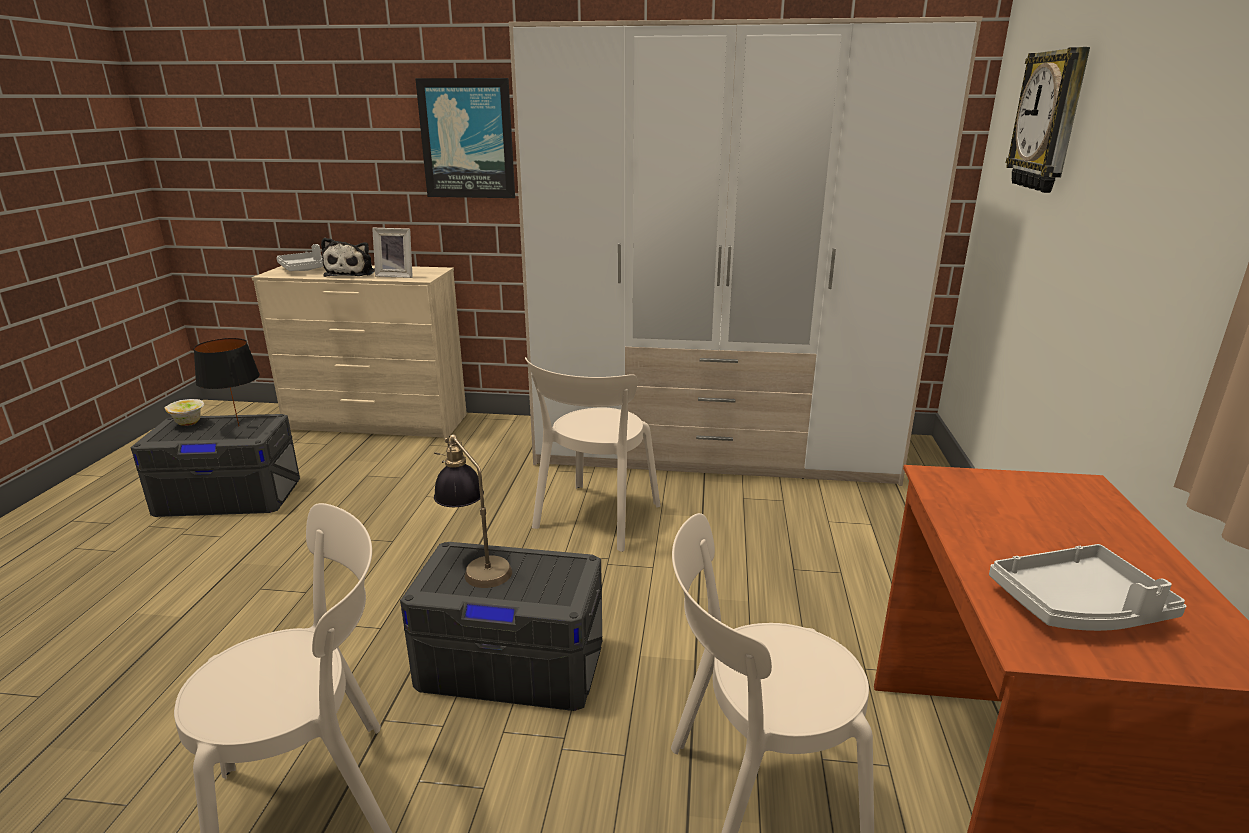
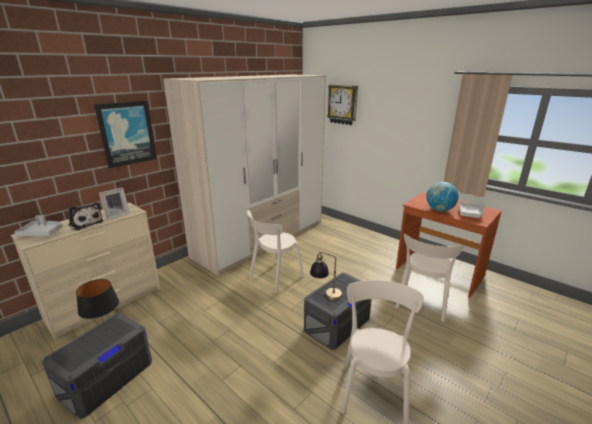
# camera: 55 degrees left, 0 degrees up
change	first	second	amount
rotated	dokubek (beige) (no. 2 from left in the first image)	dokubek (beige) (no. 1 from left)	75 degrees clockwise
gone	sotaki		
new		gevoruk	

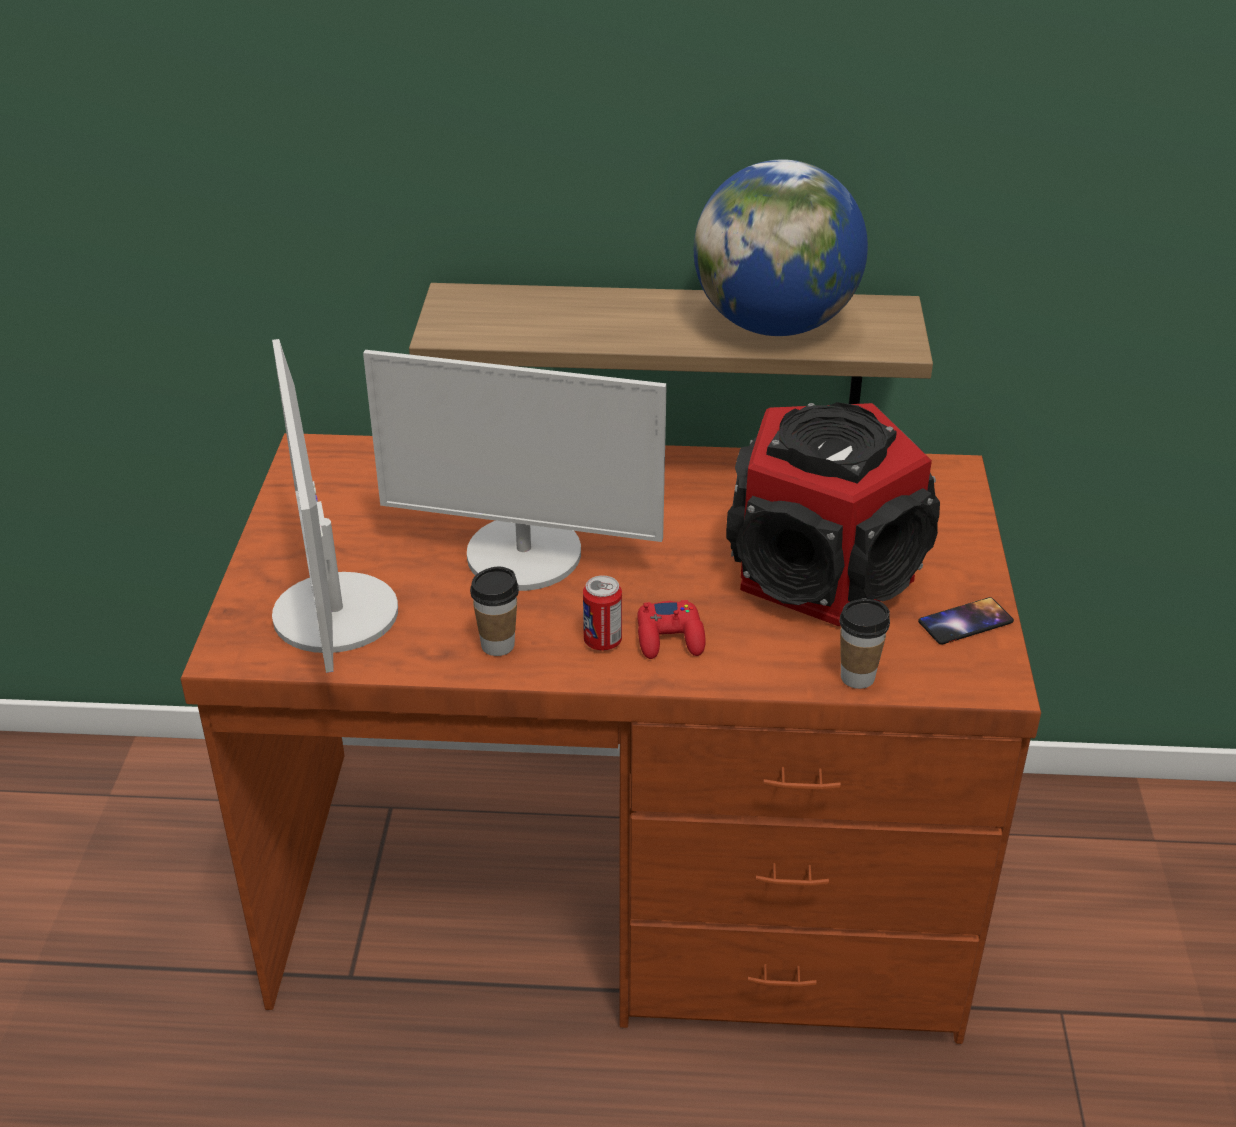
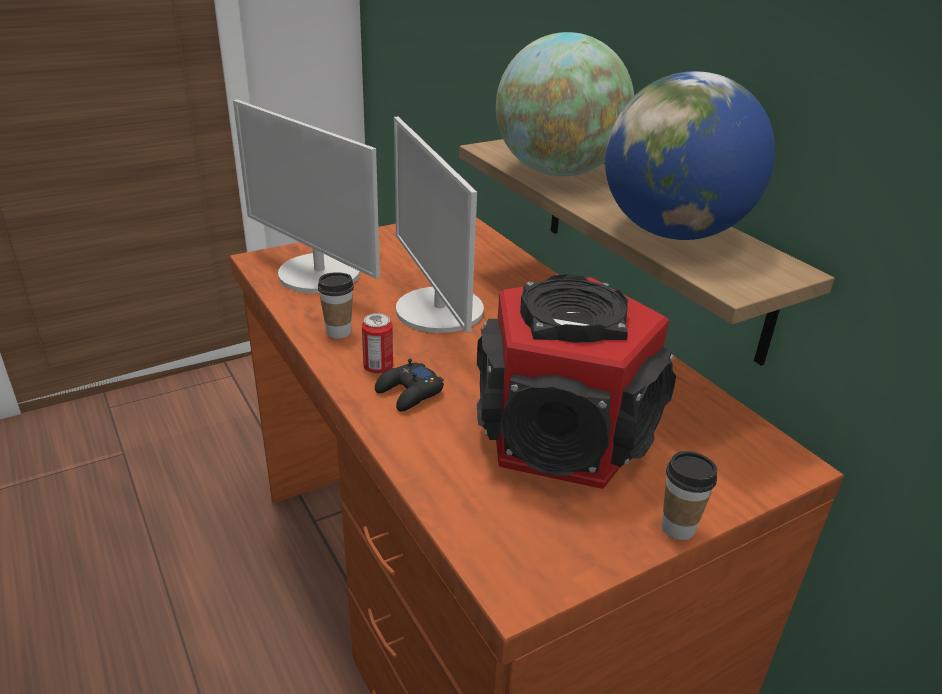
# camera: 55 degrees right, 5 degrees down
change	first	second	amount
rotated	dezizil (no. 1 from left)		90 degrees counterclockwise
gone	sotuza		
shifted	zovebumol (no. 2 from left)		
repainted	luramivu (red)	luramivu (black)	
new		gevoruk (no. 1 from left)	

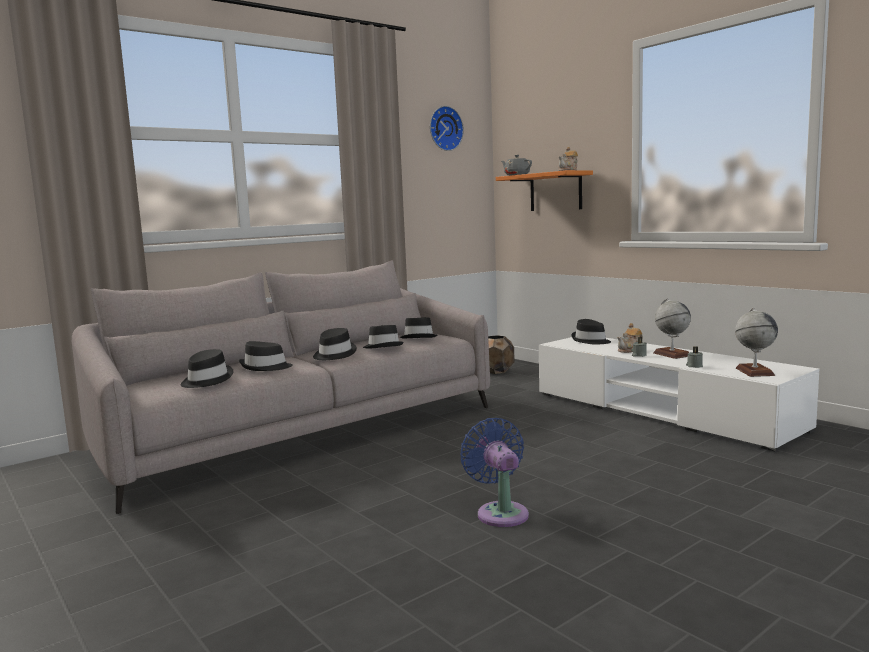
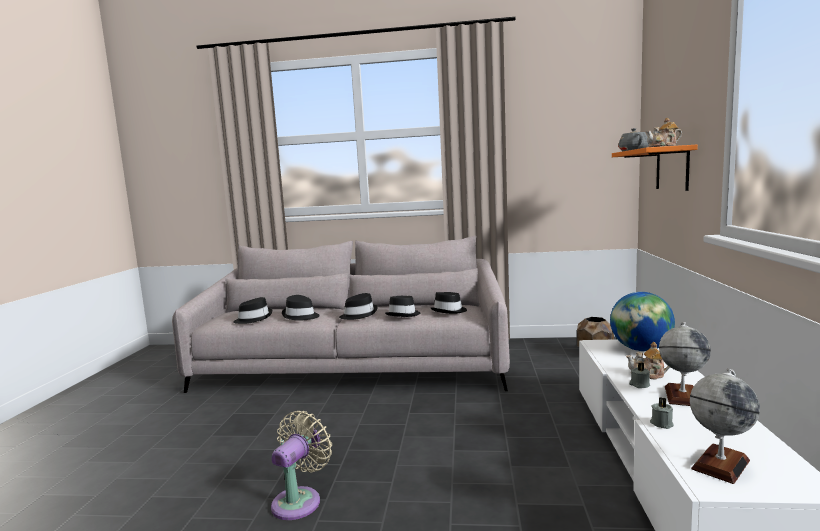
# camera: 45 degrees right, 0 degrees up
change	first	second	amount
gone	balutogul		
swapped	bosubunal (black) (no. 6 from left)	gevoruk (no. 1 from left)	
repainted	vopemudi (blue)	vopemudi (beige)	

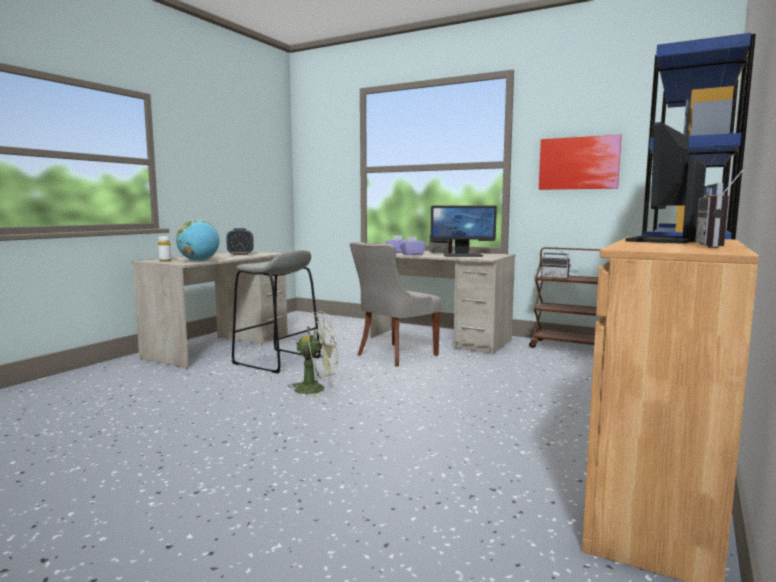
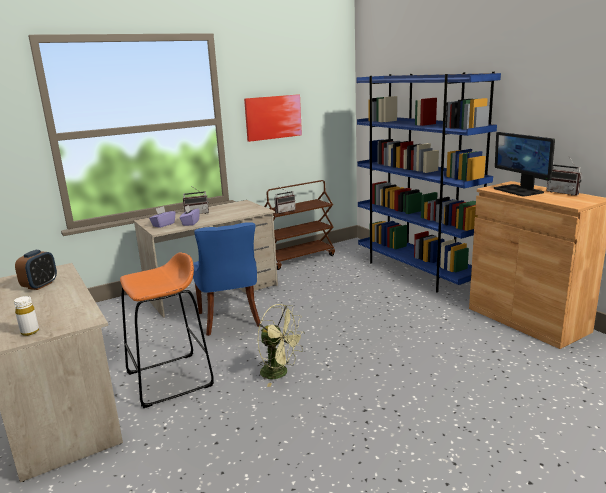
# camera: 60 degrees left, 10 degrees up
change	first	second	amount
gone	dezizil (no. 1 from left)		
gone	gevoruk		
repainted	dokubek (grey)	dokubek (blue)	
repainted	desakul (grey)	desakul (orange)	
rotated	vopemudi (green)		90 degrees clockwise

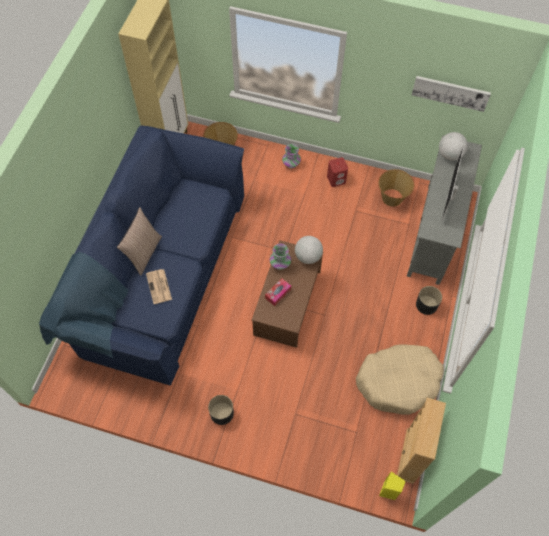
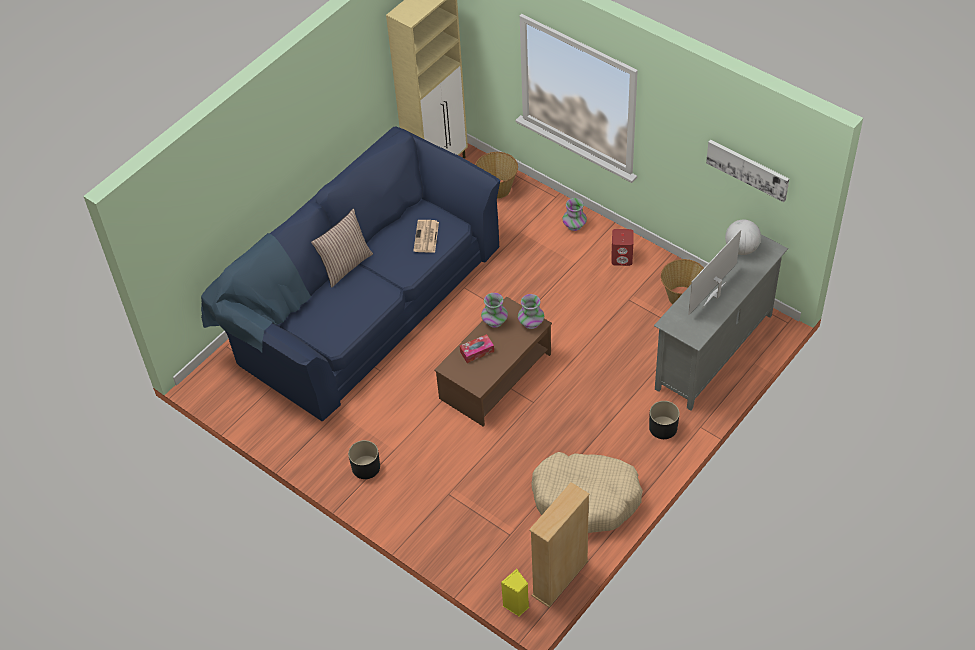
# camera: 25 degrees right, 10 degrees down
change	first	second	amount
swapped	gevoruk (no. 1 from left)	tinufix (no. 2 from left)	
shifted	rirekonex		

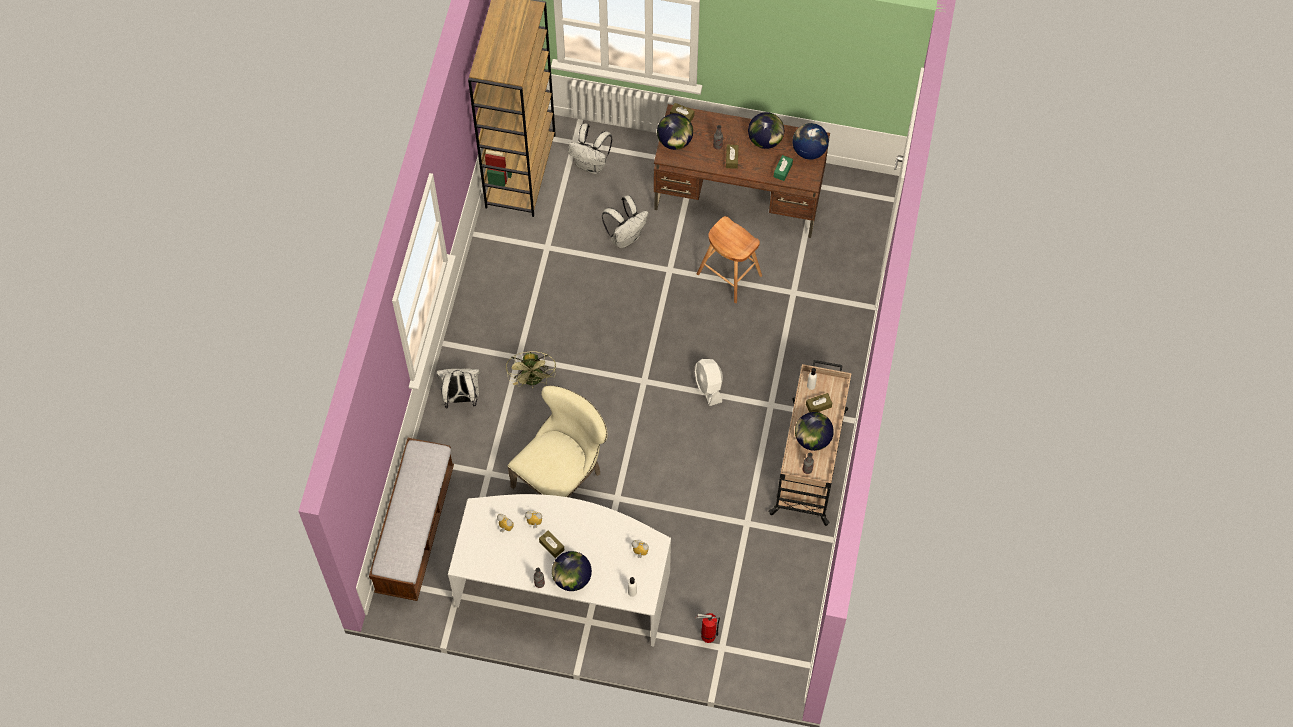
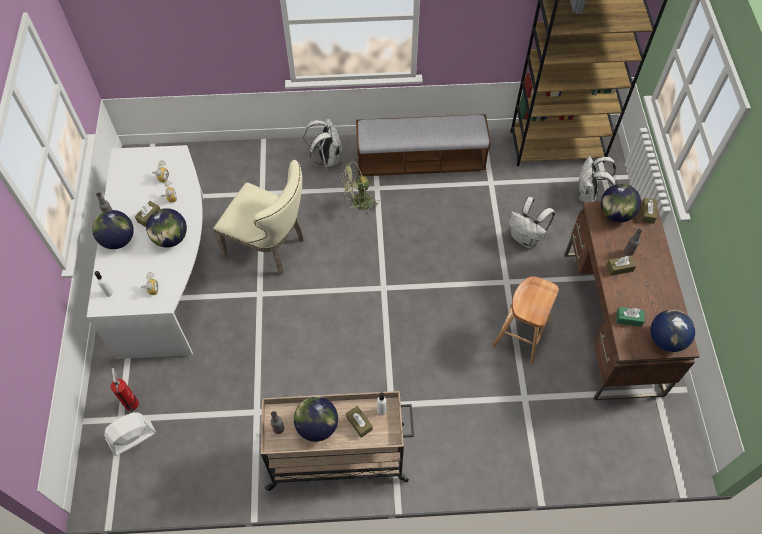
# camera: 75 degrees right, 5 degrees down
change	first	second	amount
shifted	gevoruk (no. 3 from left in the first image)	gevoruk (no. 2 from left)	
shifted	vopemudi (white)		
shifted	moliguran		

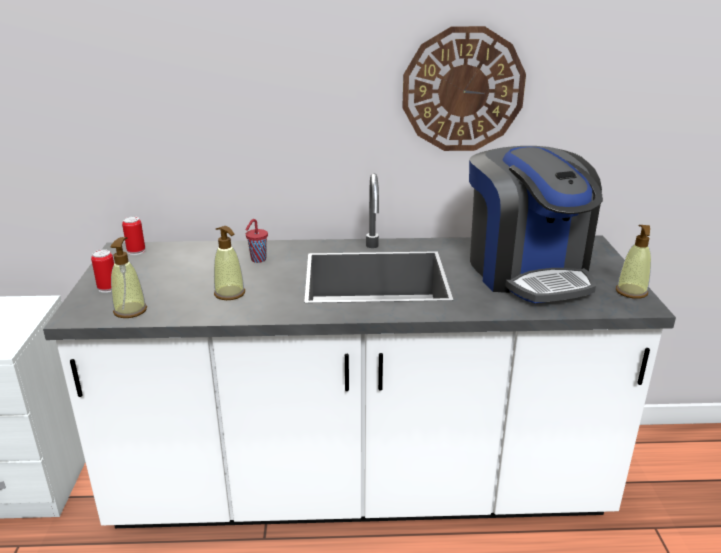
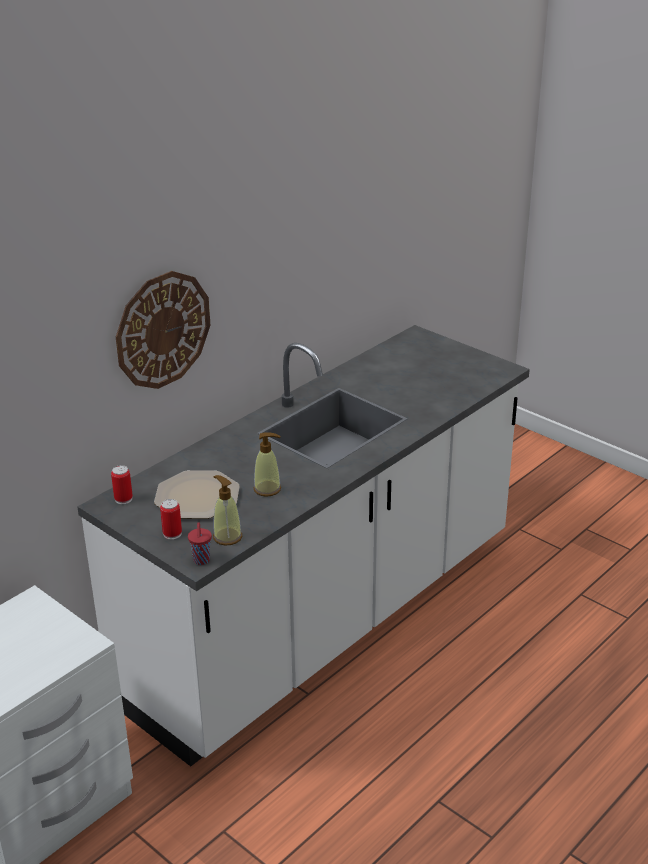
# camera: 45 degrees left, 5 degrees up
change	first	second	amount
shifted	balutogul		
gone	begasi		
shifted	zovebumol (red)		
gone	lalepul (no. 3 from left)		
new		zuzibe	

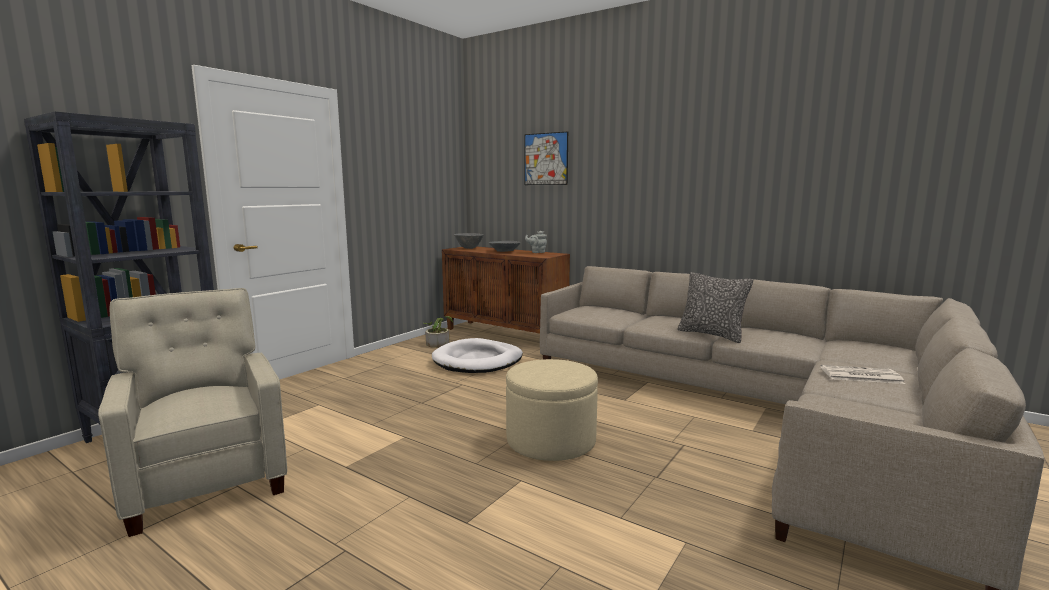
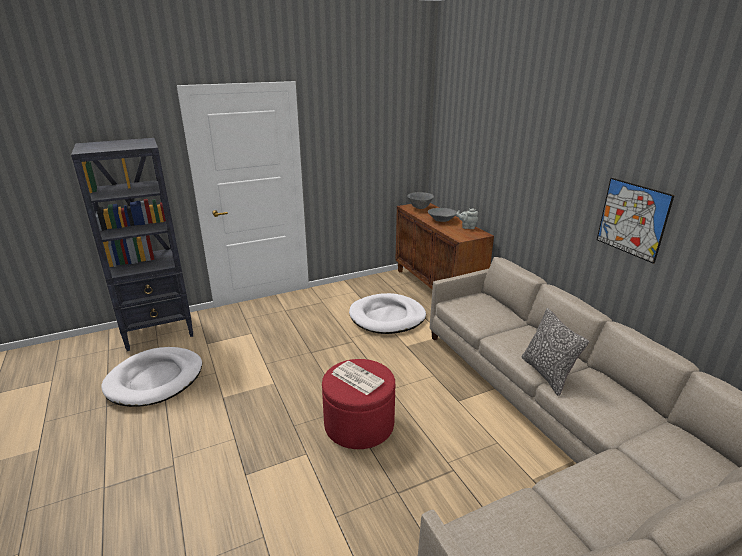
# camera: 30 degrees right, 15 degrees up
change	first	second	amount
shifted	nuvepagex		
swapped	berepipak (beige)	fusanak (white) (no. 1 from left)	
gone	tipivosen		
repainted	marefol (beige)	marefol (red)	
shifted	rirekonex		

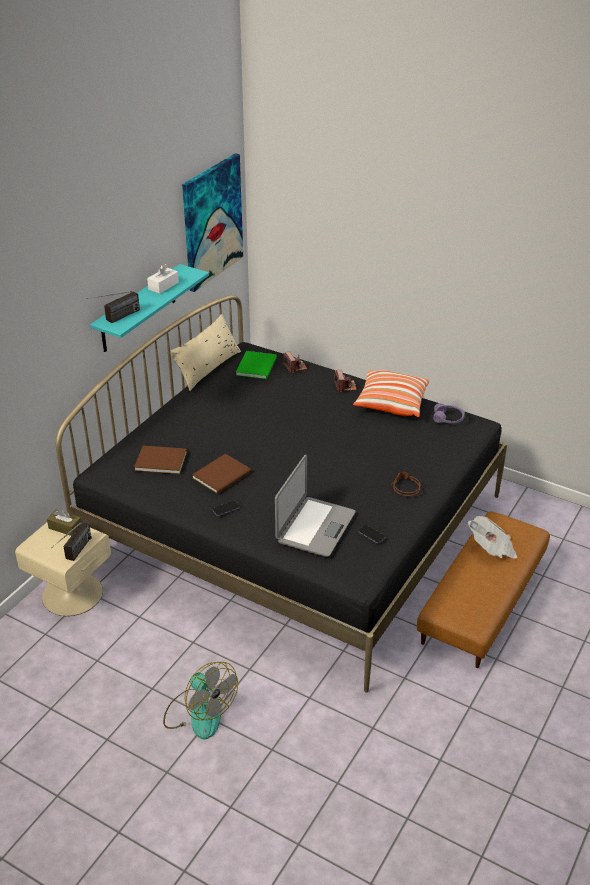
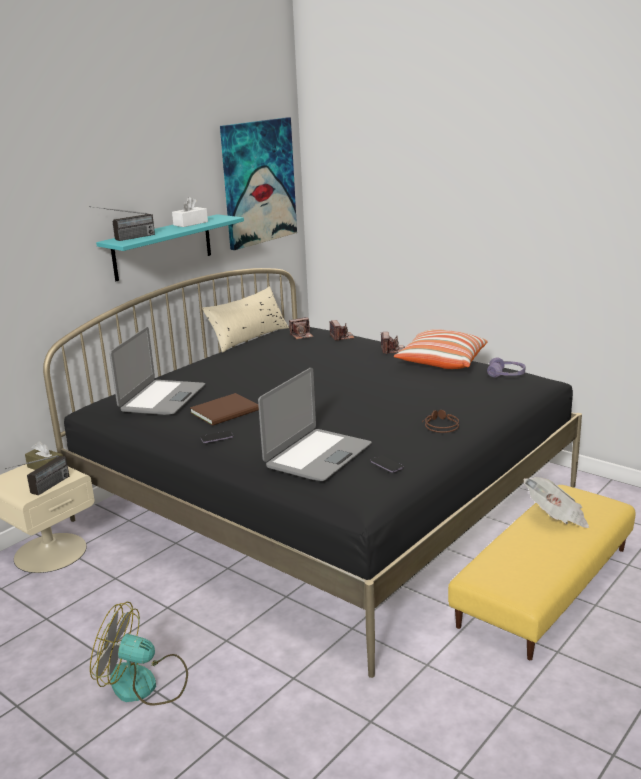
# camera: 10 degrees right, 15 degrees down
change	first	second	amount
swapped	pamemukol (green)	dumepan (no. 1 from left)	
swapped	pamemukol (brown) (no. 1 from left)	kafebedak (no. 1 from left)	
repainted	marefol (brown)	marefol (yellow)	
rotated	vopemudi		135 degrees clockwise

